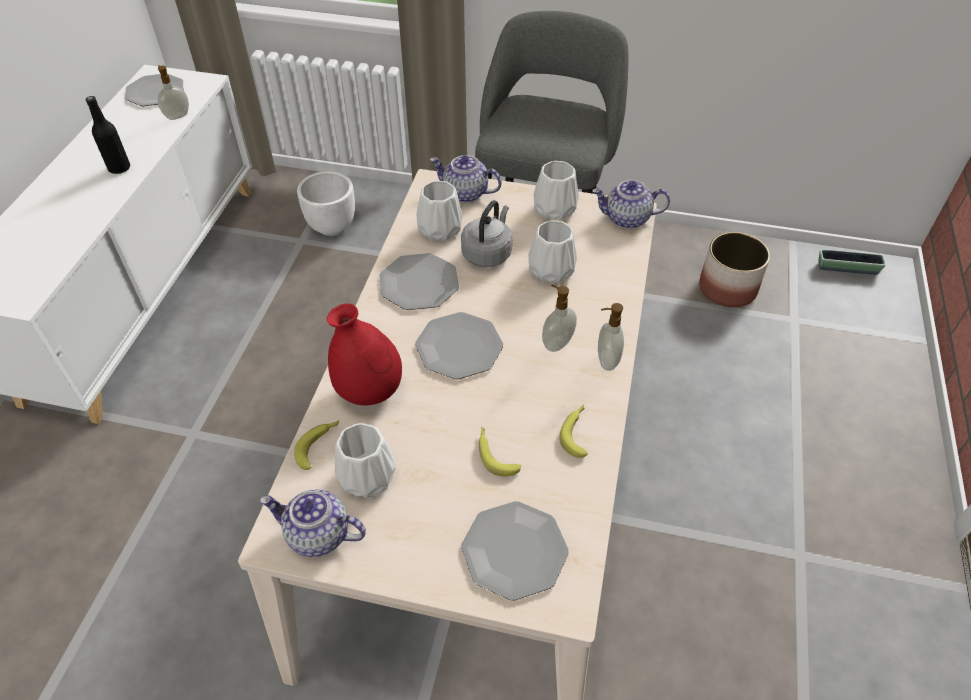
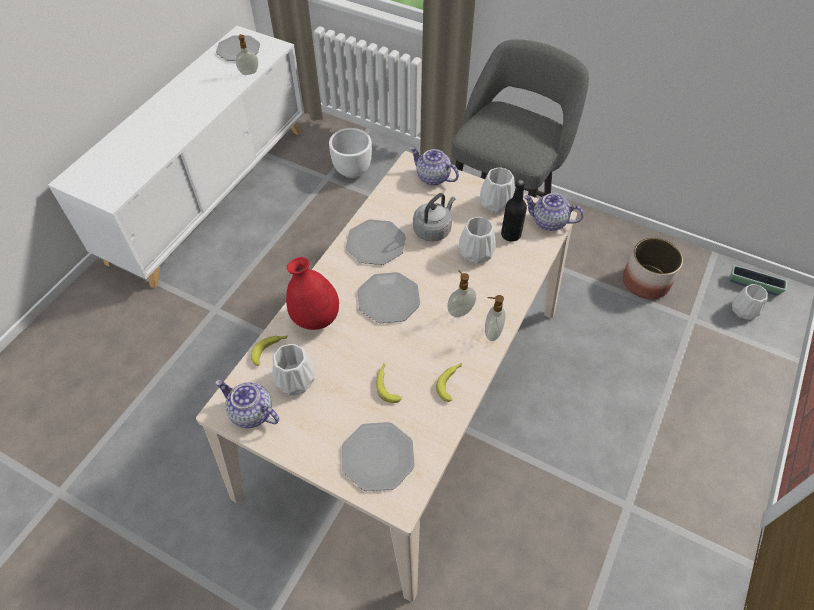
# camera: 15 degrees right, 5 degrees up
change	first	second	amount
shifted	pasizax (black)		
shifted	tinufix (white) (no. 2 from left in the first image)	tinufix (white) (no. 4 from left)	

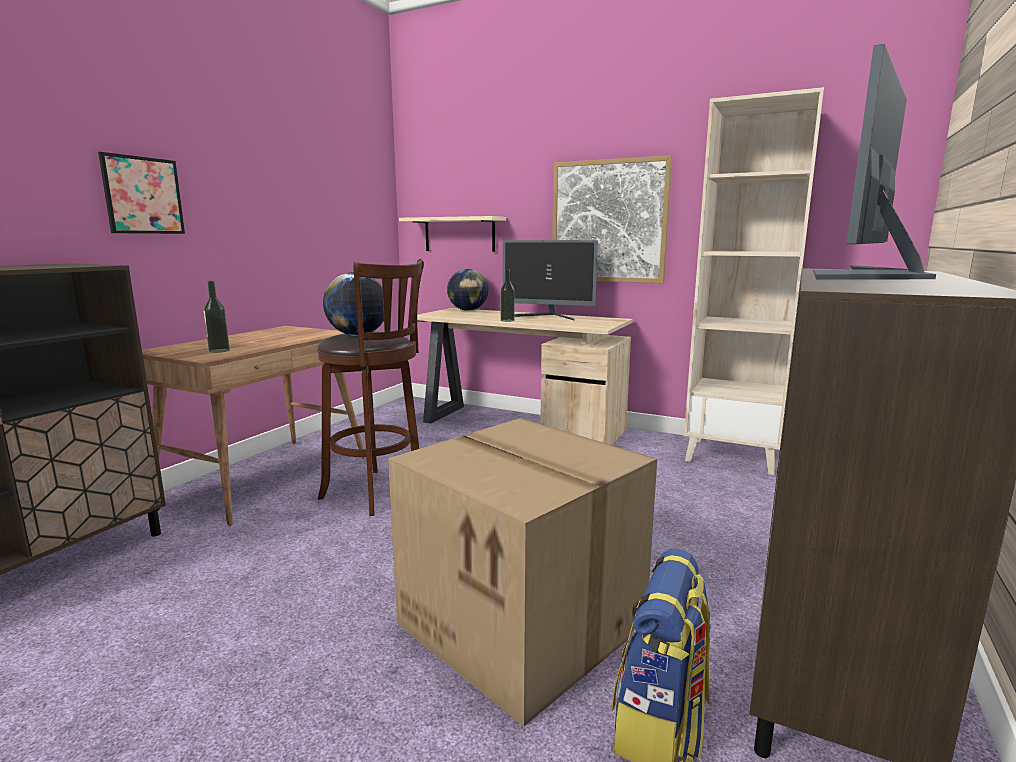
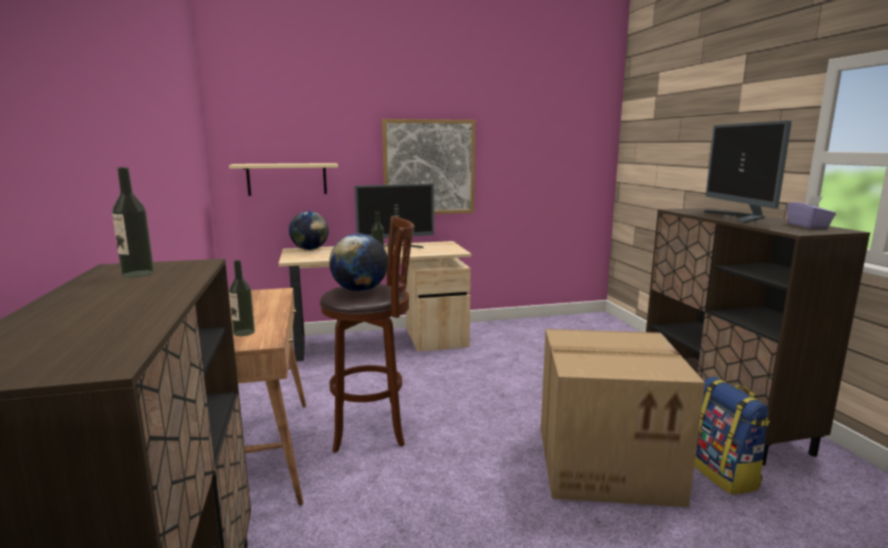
# camera: 40 degrees left, 0 degrees up
change	first	second	amount
gone	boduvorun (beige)		
gone	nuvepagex (no. 1 from left)		
new		pasizax (no. 1 from left)	
new		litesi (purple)	

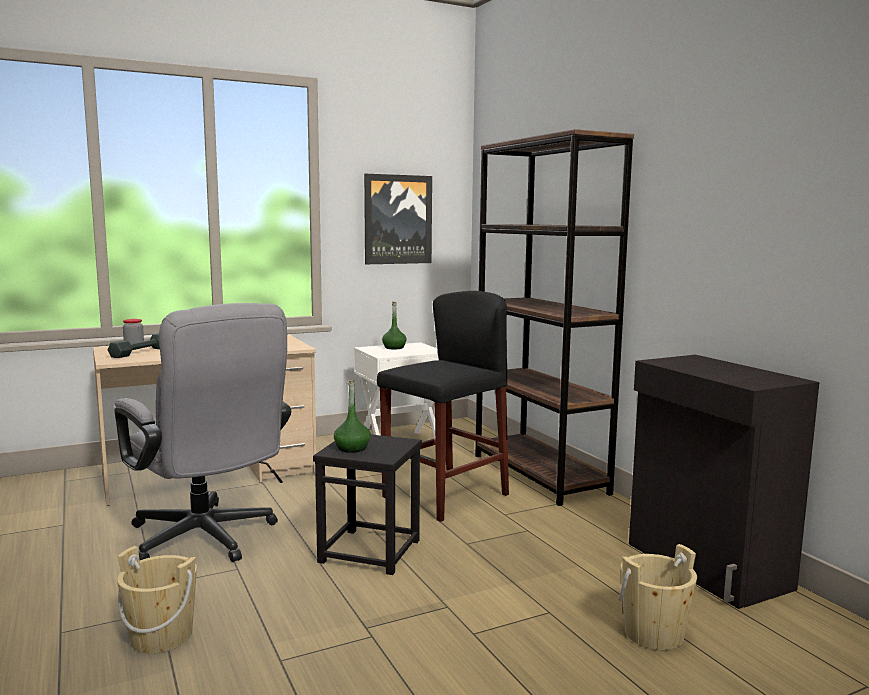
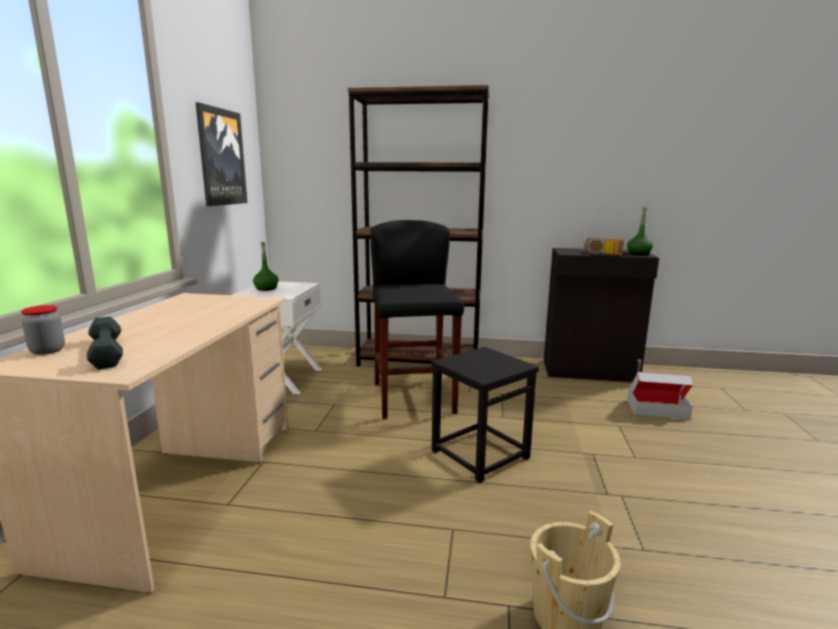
# camera: 55 degrees left, 5 degrees up
change	first	second	amount
gone	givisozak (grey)		
shifted	pasizax (green) (no. 1 from left in the first image)	pasizax (green) (no. 2 from left)	
swapped	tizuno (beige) (no. 2 from left)	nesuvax	
new		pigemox	

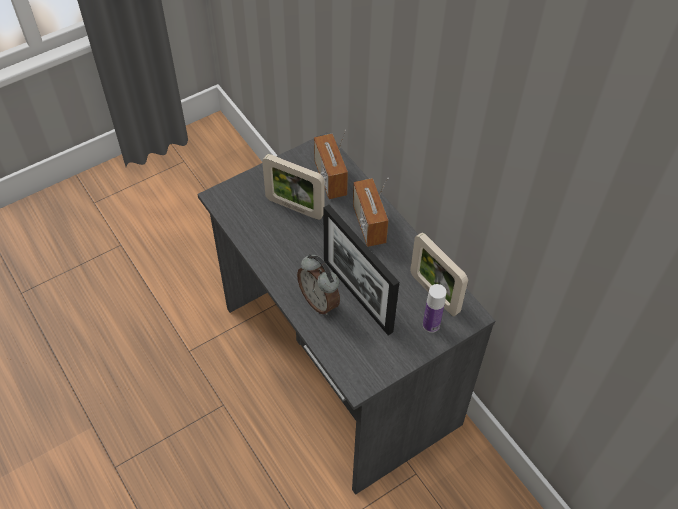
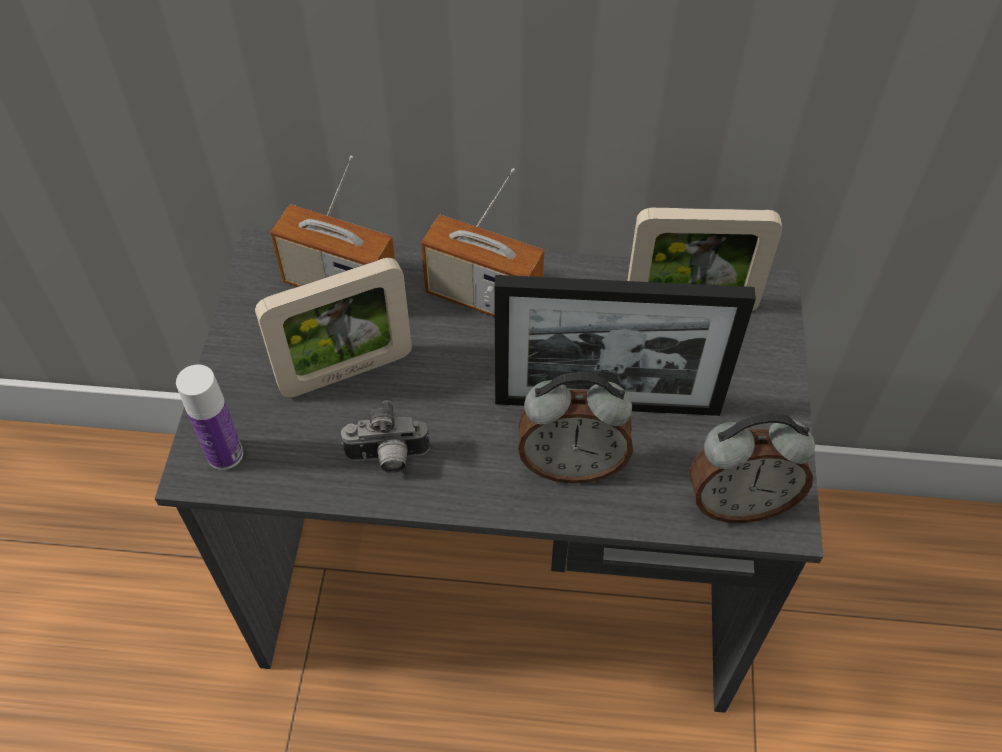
# camera: 50 degrees left, 0 degrees up
change	first	second	amount
shifted	pasizax		
new		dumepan	
new		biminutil (no. 2 from left)	

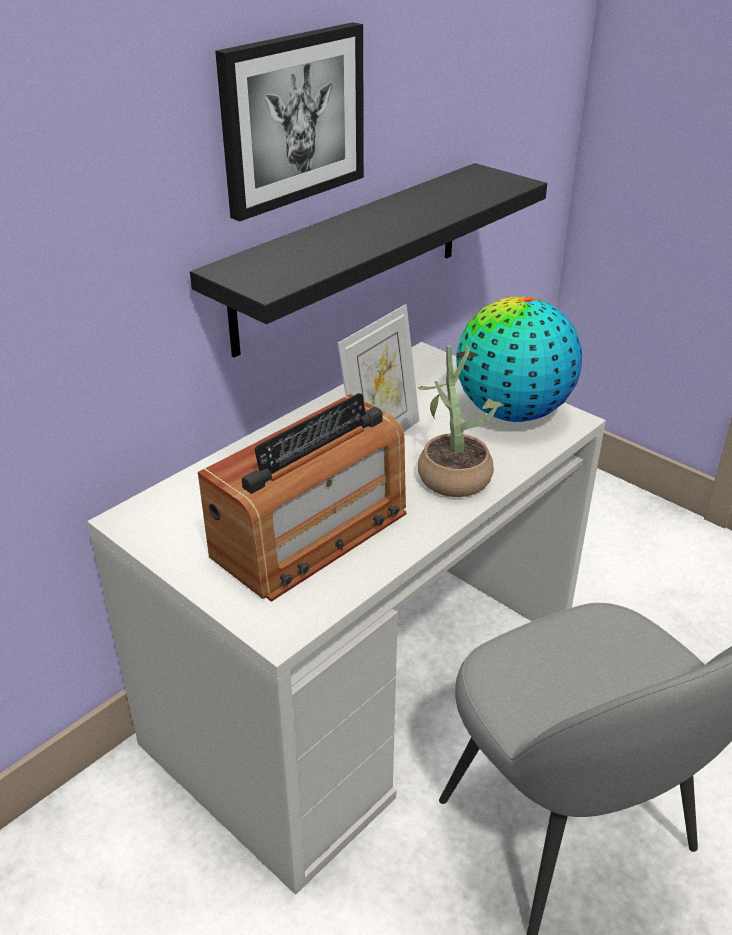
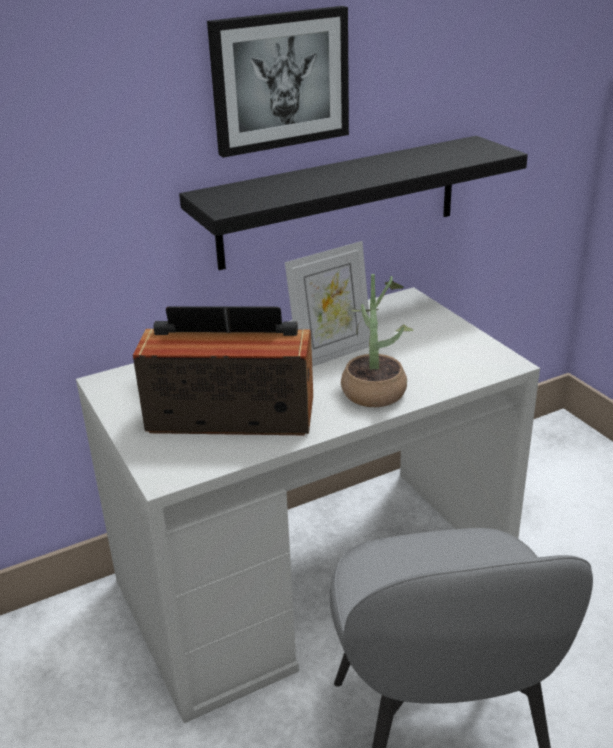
# camera: 20 degrees right, 5 degrees down
change	first	second	amount
gone	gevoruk		
rotated	pigemox		150 degrees counterclockwise

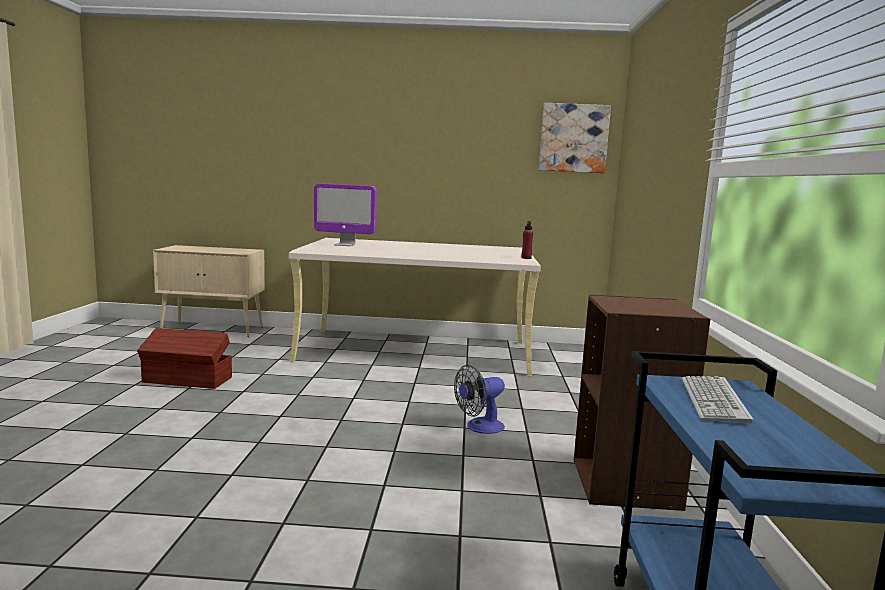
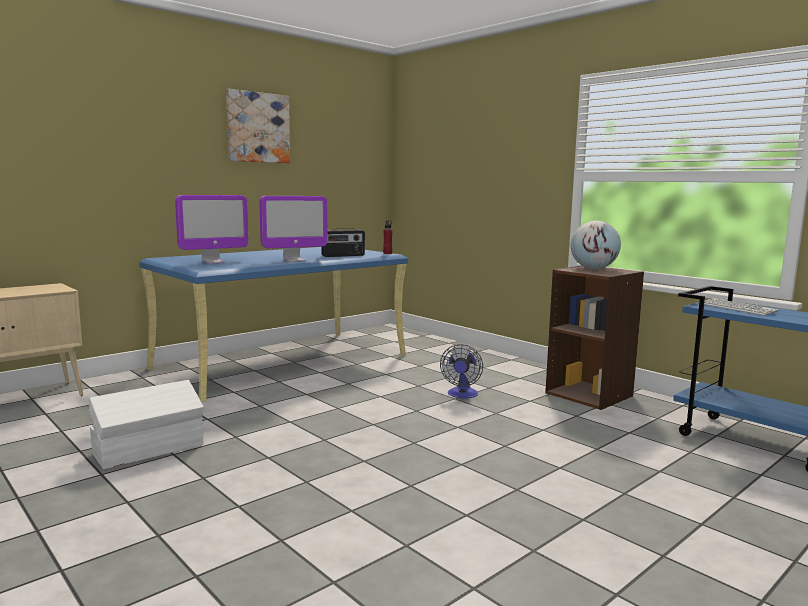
# camera: 45 degrees left, 0 degrees up
change	first	second	amount
shifted	nuvepagex		
repainted	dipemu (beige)	dipemu (blue)	
repainted	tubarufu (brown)	tubarufu (white)	
new		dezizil (no. 2 from left)	
new		gevoruk	
new		pigemox	

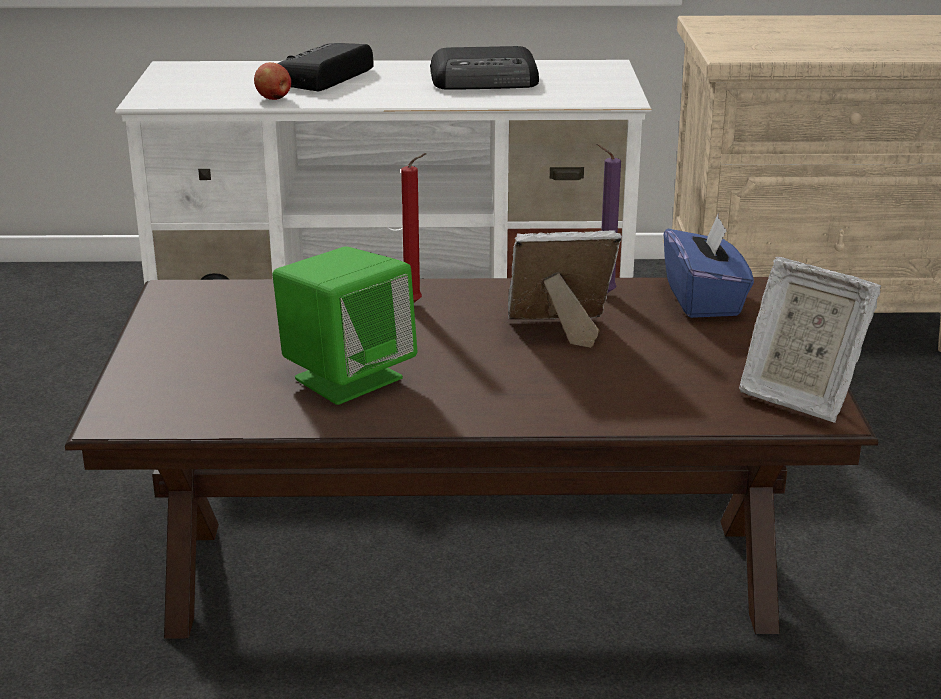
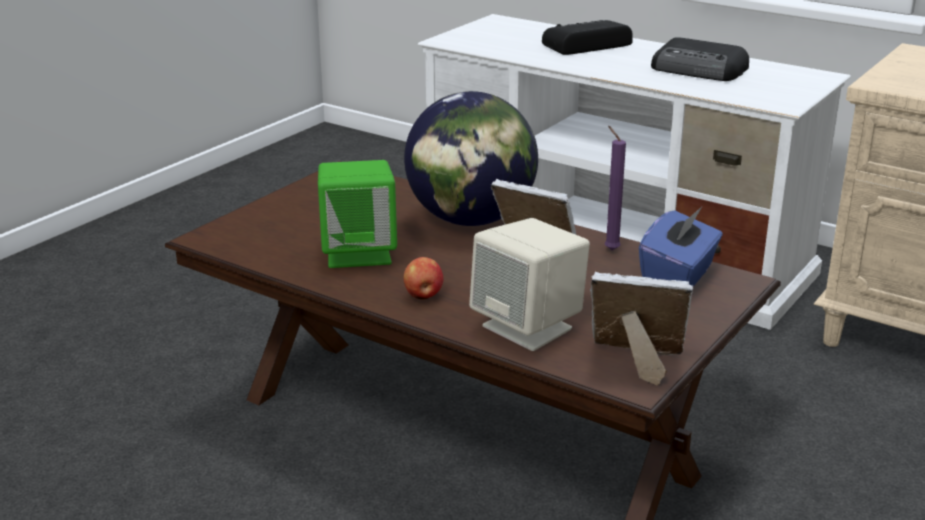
# camera: 35 degrees right, 0 degrees up
change	first	second	amount
shifted	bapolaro		
swapped	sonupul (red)	gevoruk	
rotated	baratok (no. 2 from left)		120 degrees clockwise
new		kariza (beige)	

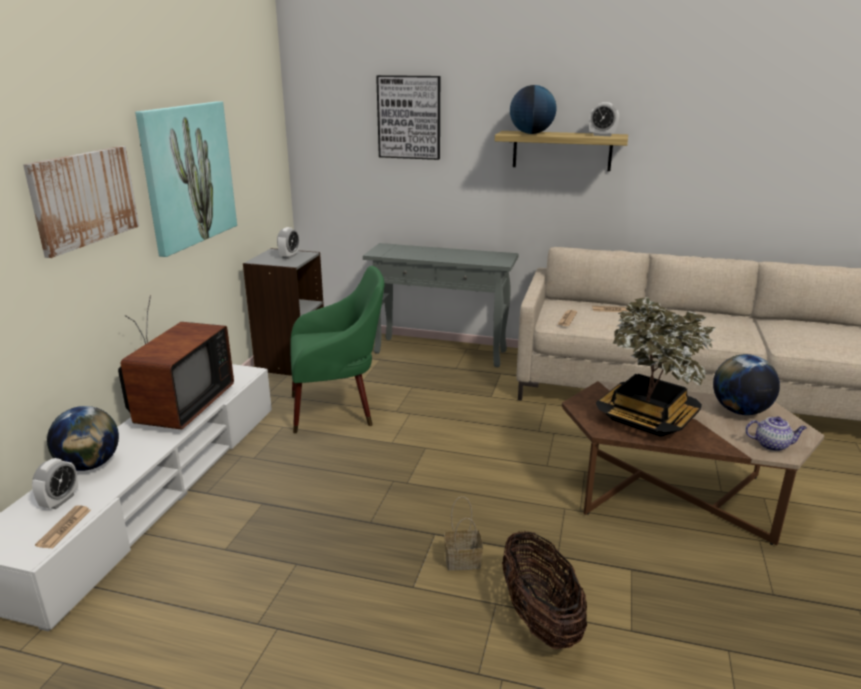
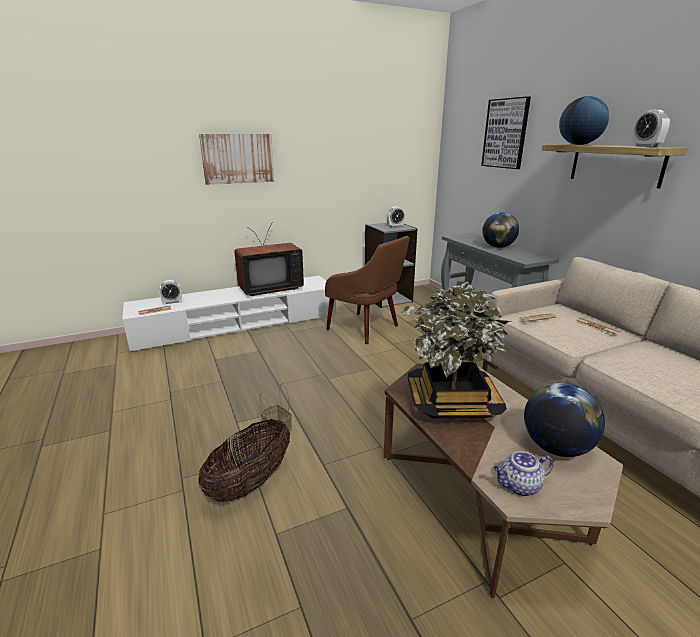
# camera: 50 degrees right, 0 degrees up
change	first	second	amount
gone	nuvepagex (no. 2 from left)		
repainted	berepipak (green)	berepipak (brown)	
shifted	gevoruk (no. 1 from left)		
rotated	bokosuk		105 degrees clockwise

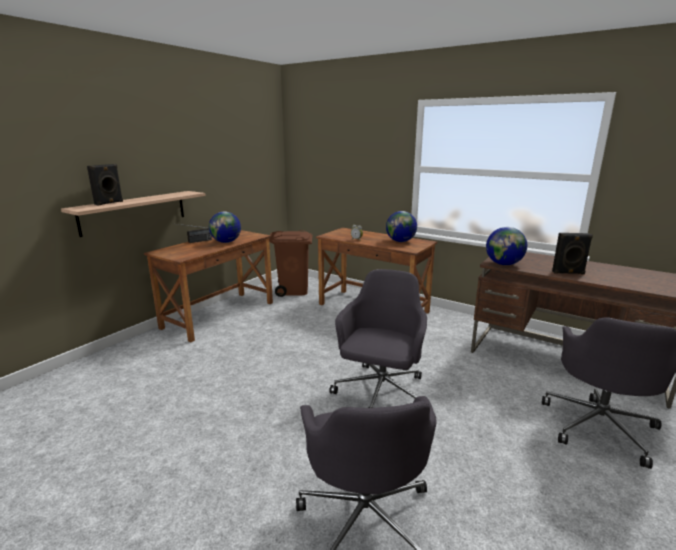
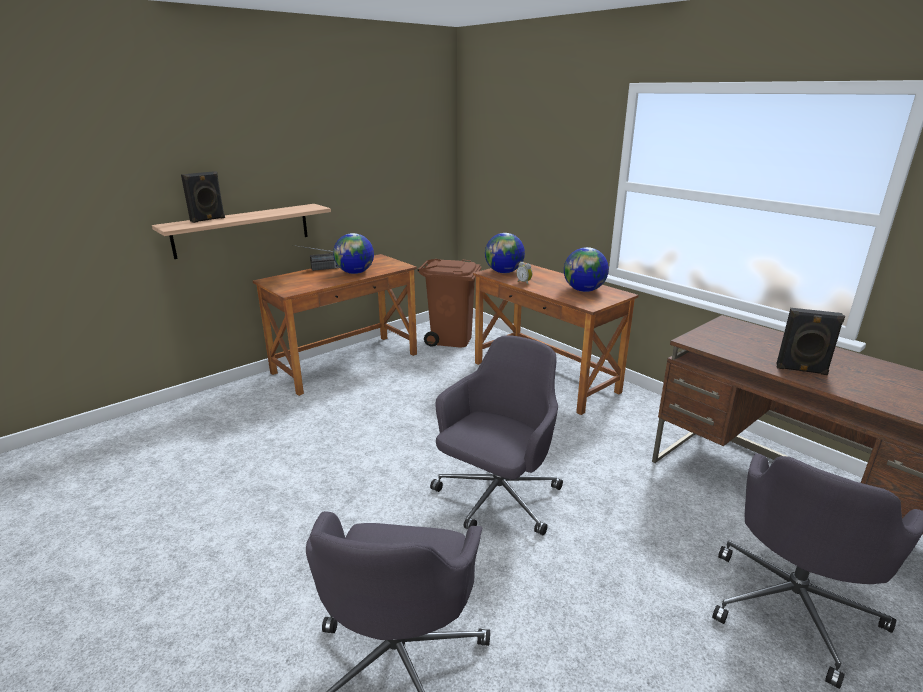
# camera: 15 degrees right, 5 degrees up
change	first	second	amount
shifted	gevoruk (no. 3 from left in the first image)	gevoruk (no. 2 from left)	

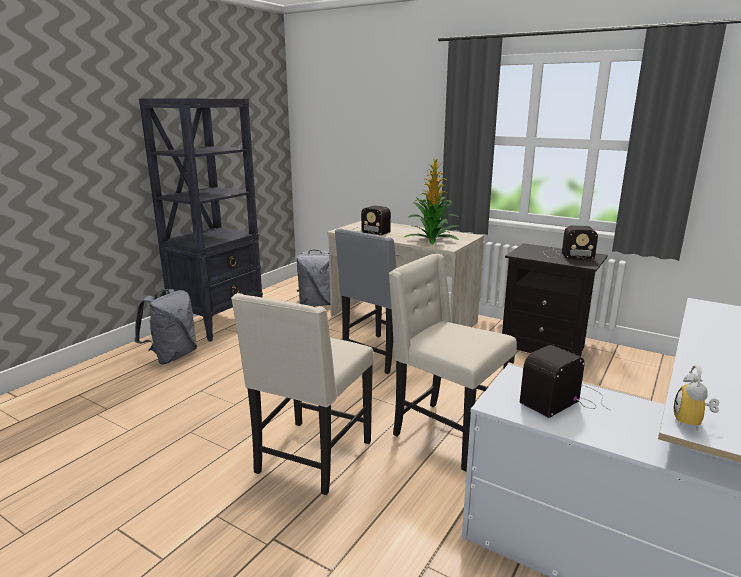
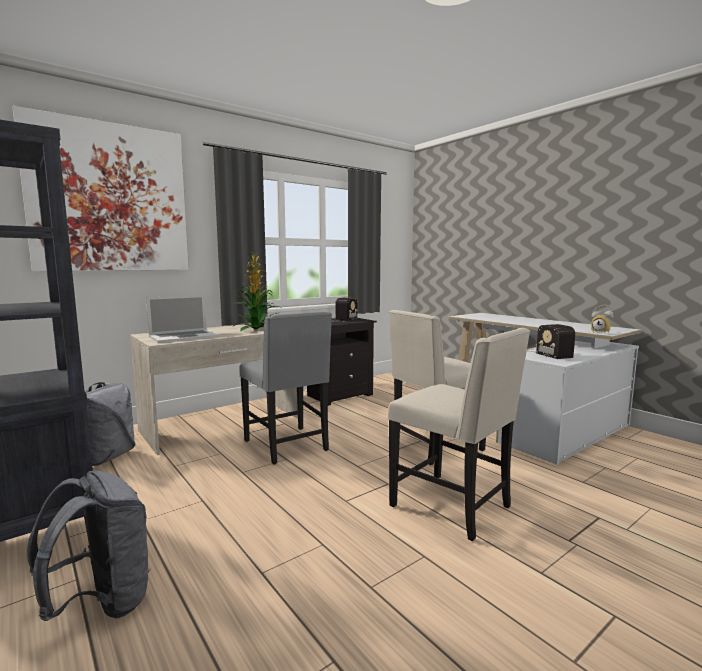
# camera: 70 degrees left, 10 degrees down
change	first	second	amount
swapped	pigemox (no. 1 from left)	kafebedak	
new		nuvepagex	

